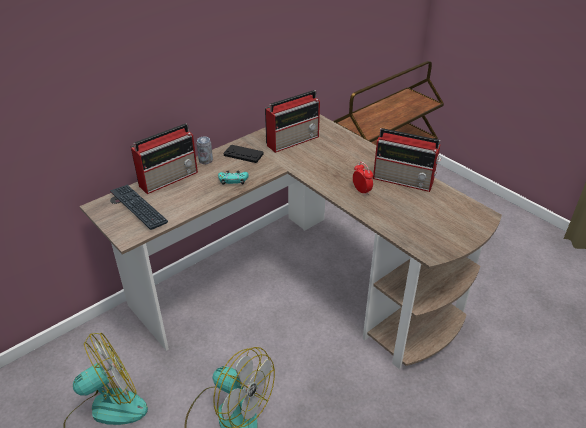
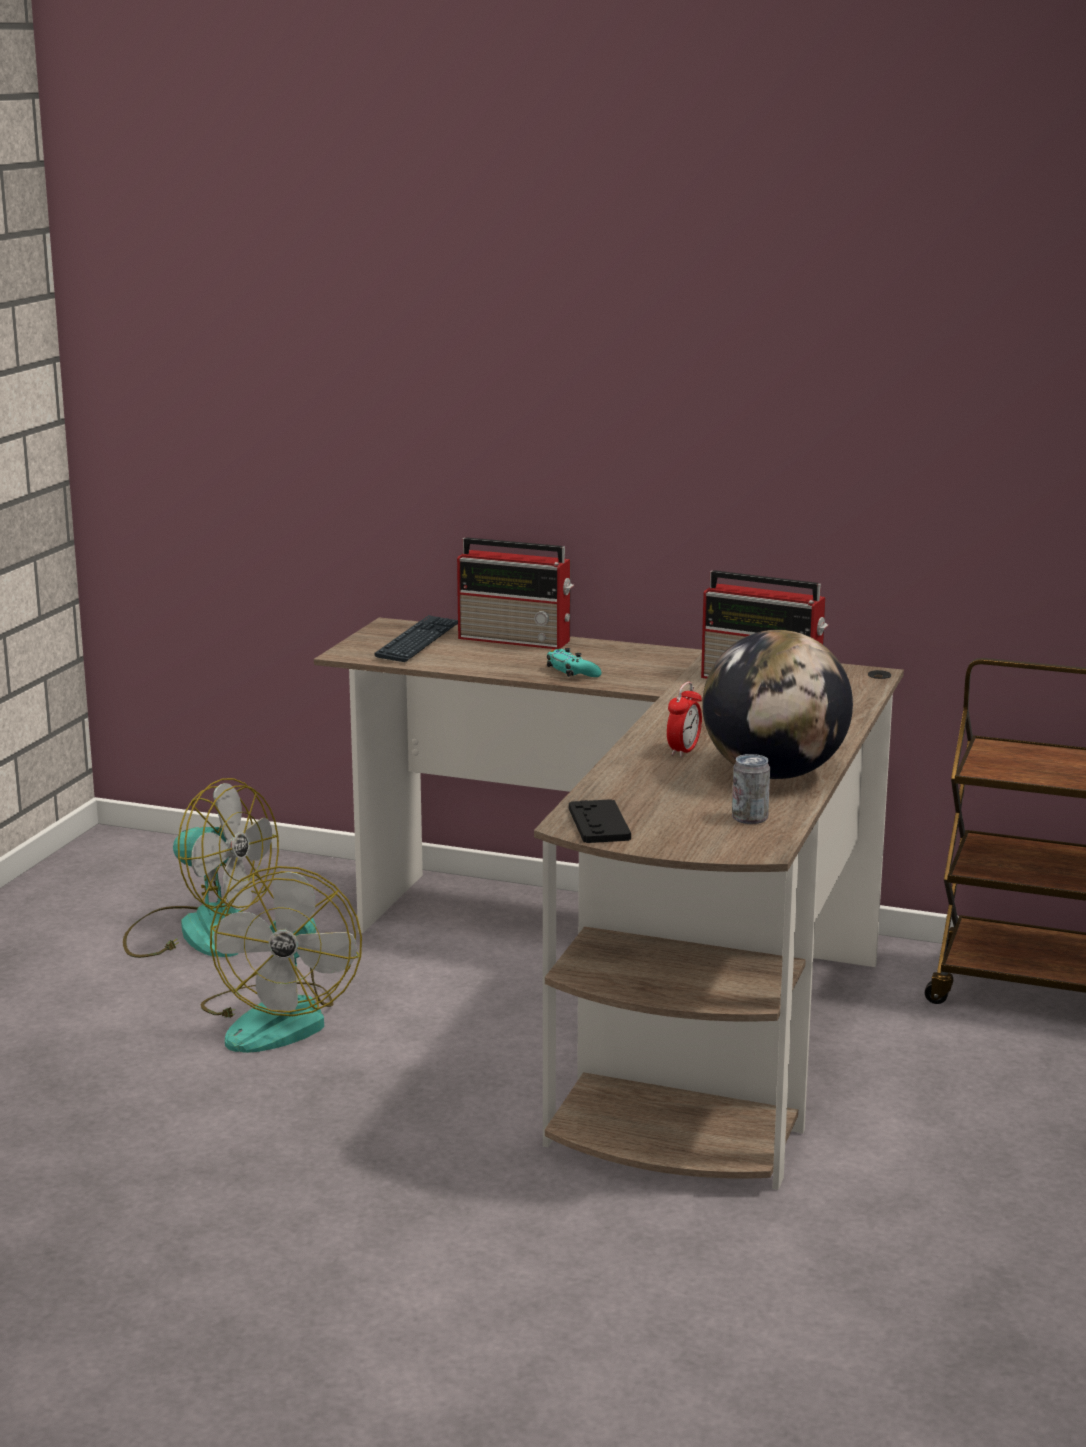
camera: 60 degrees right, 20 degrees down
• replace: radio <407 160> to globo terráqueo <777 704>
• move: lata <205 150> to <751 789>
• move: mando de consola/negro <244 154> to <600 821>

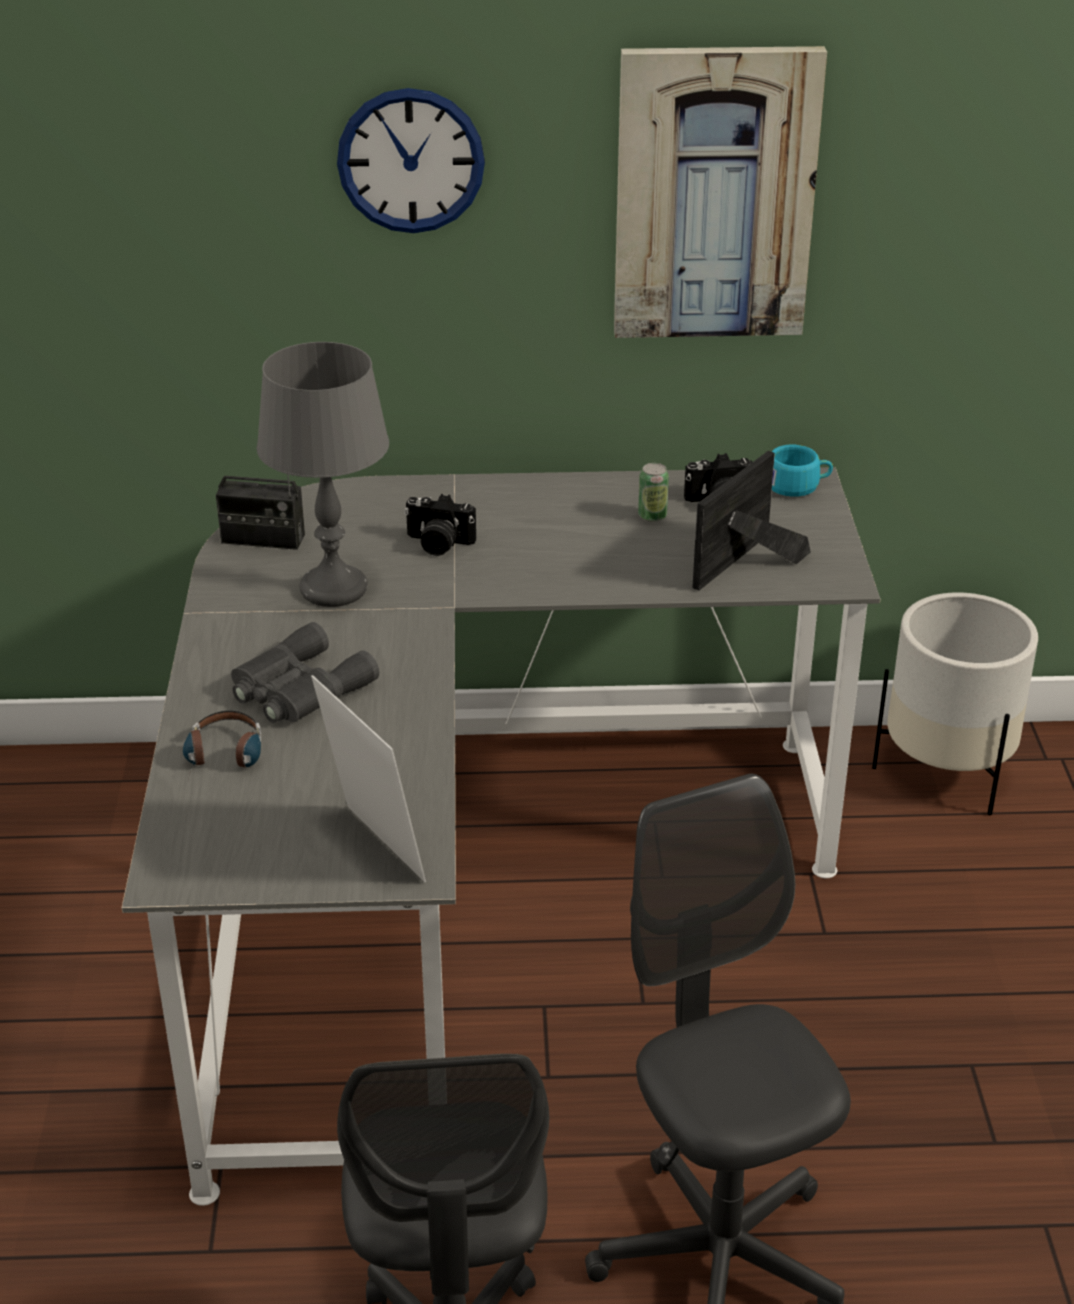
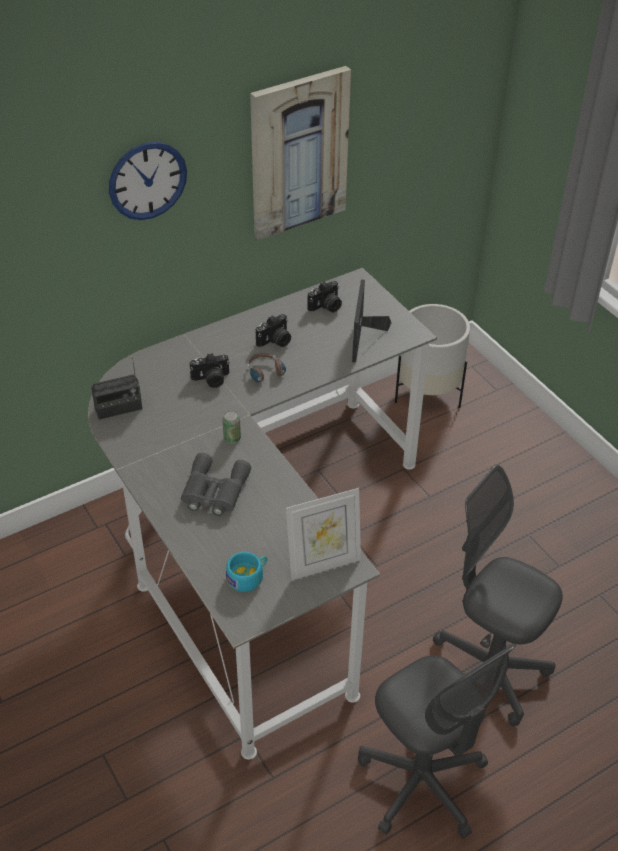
camera: 30 degrees left, 10 degrees up
• delete: lámpara de mesa/gris <322 474>
• move: taza/turquesa <802 471> to <247 572>
• move: lata <653 492> to <232 427>
• rotate: portarretratos <368 779> = <323 534> 135 degrees clockwise
• move: auriculares <222 745> to <267 370>
• insert: cámara <273 330>

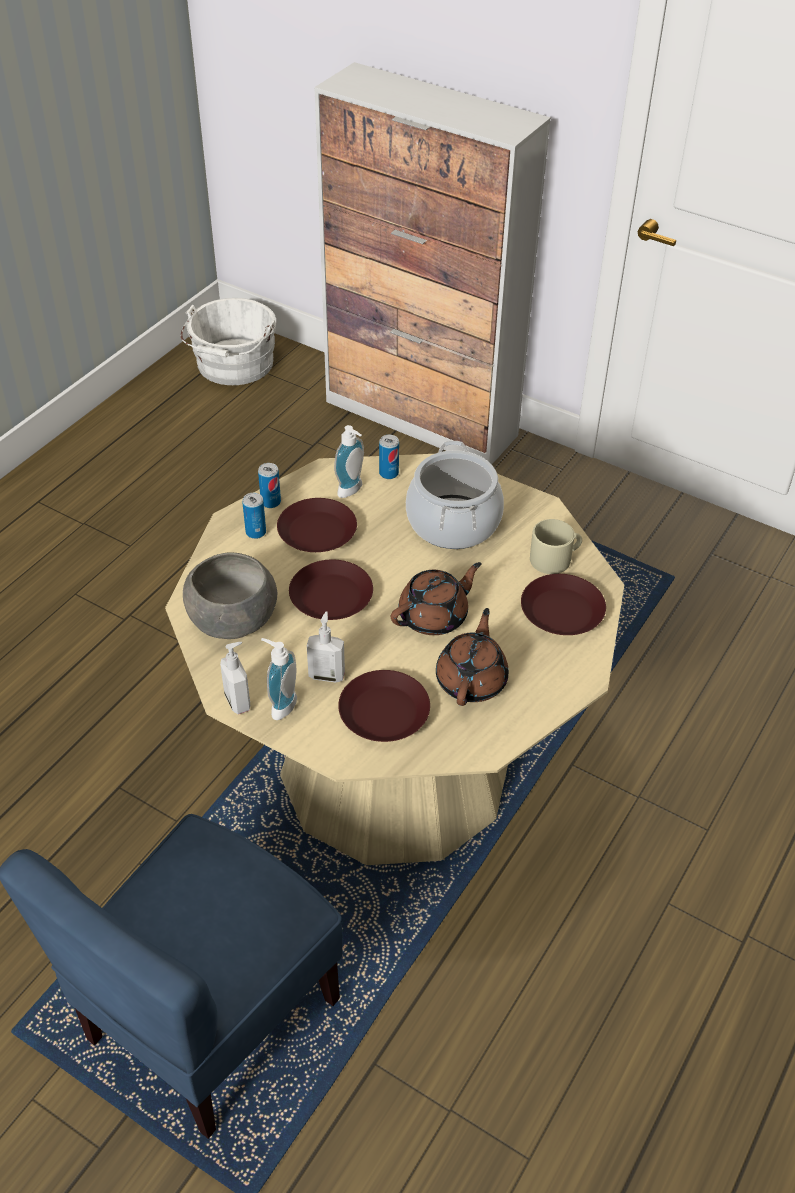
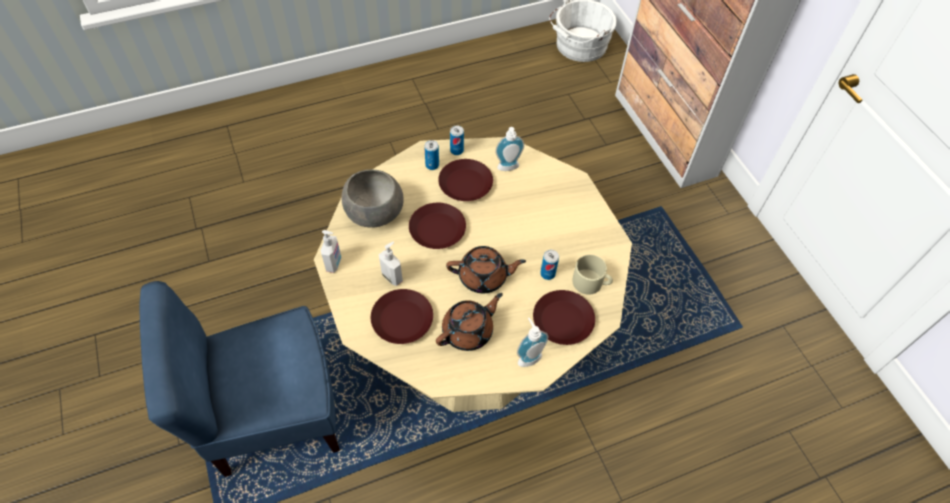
camera: 35 degrees right, 10 degrees up
• move: lata <389 457> to <549 265>
• delete: olla <455 495>
• move: dispensador de jabón <279 679> to <532 342>

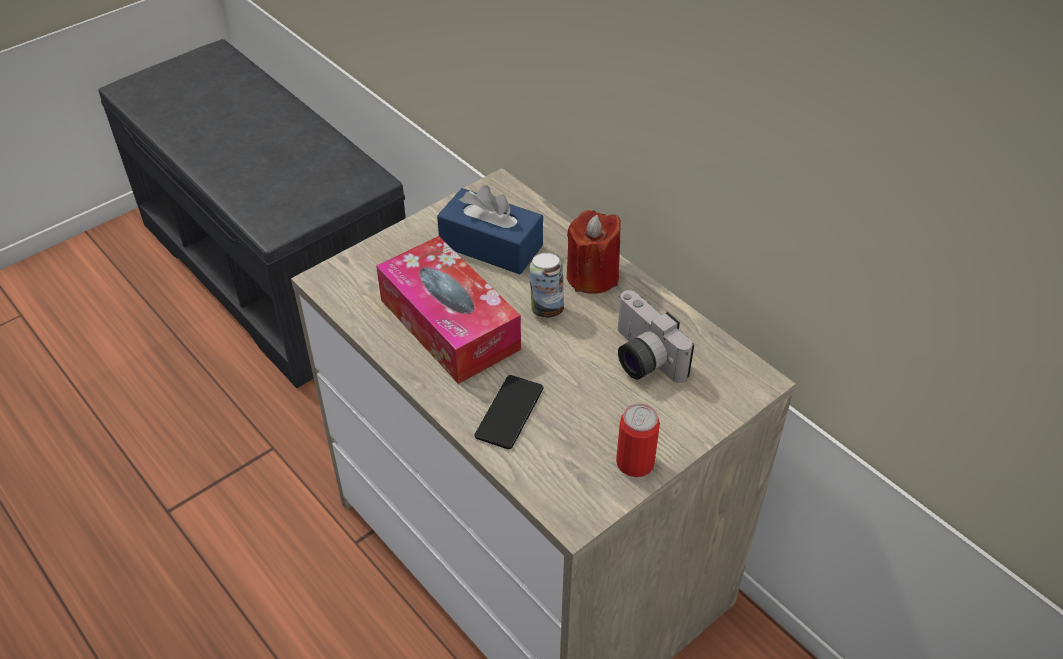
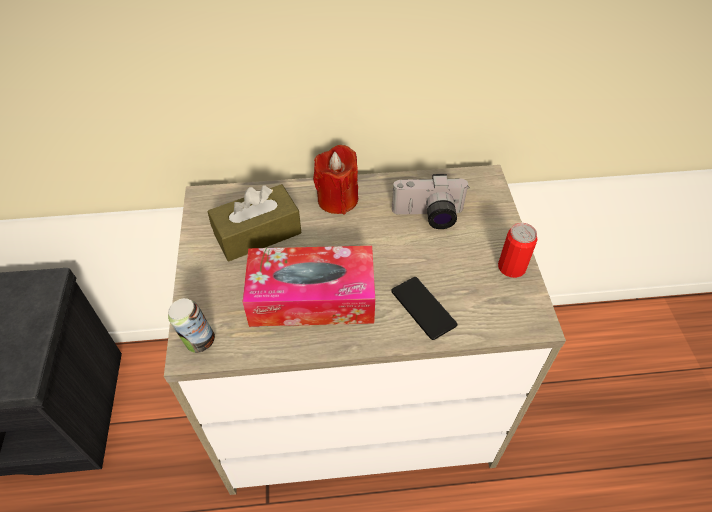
camera: 55 degrees left, 5 degrees up
• recolor: caja de pañuelos/azul <490 229> to caja de pañuelos/marrón <254 222>
• move: lata <547 285> to <191 325>

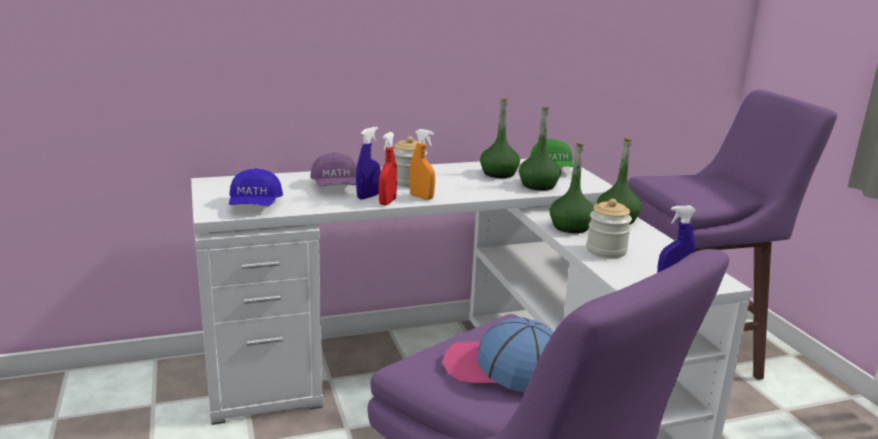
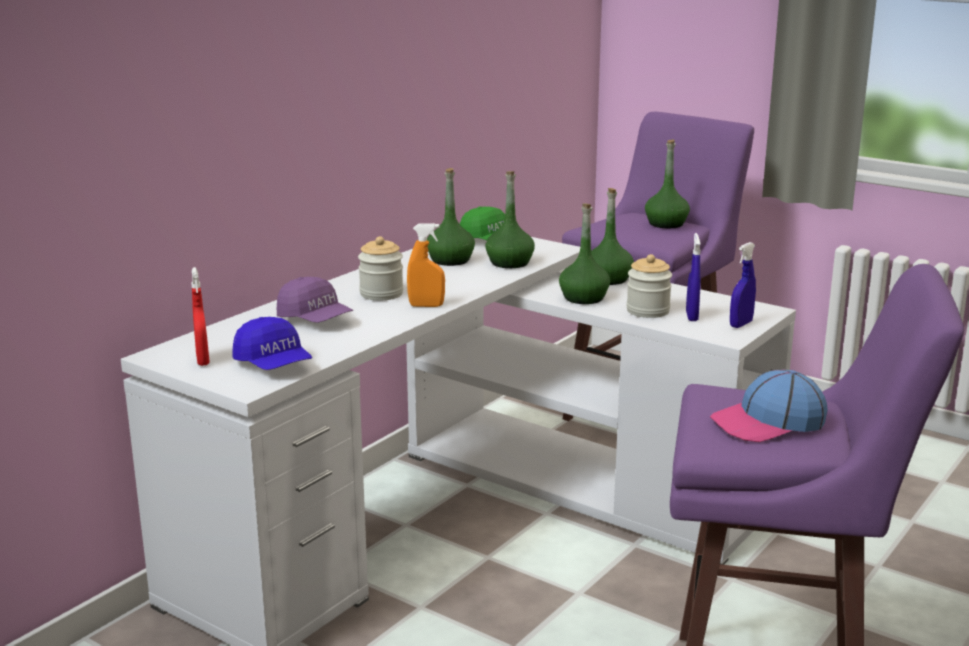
camera: 35 degrees left, 0 degrees up
• move: pulverizador/azul <368 163> to <693 277>
• move: pulverizador/rojo <388 168> to <200 316>
• insert: botella/verde <667 184>

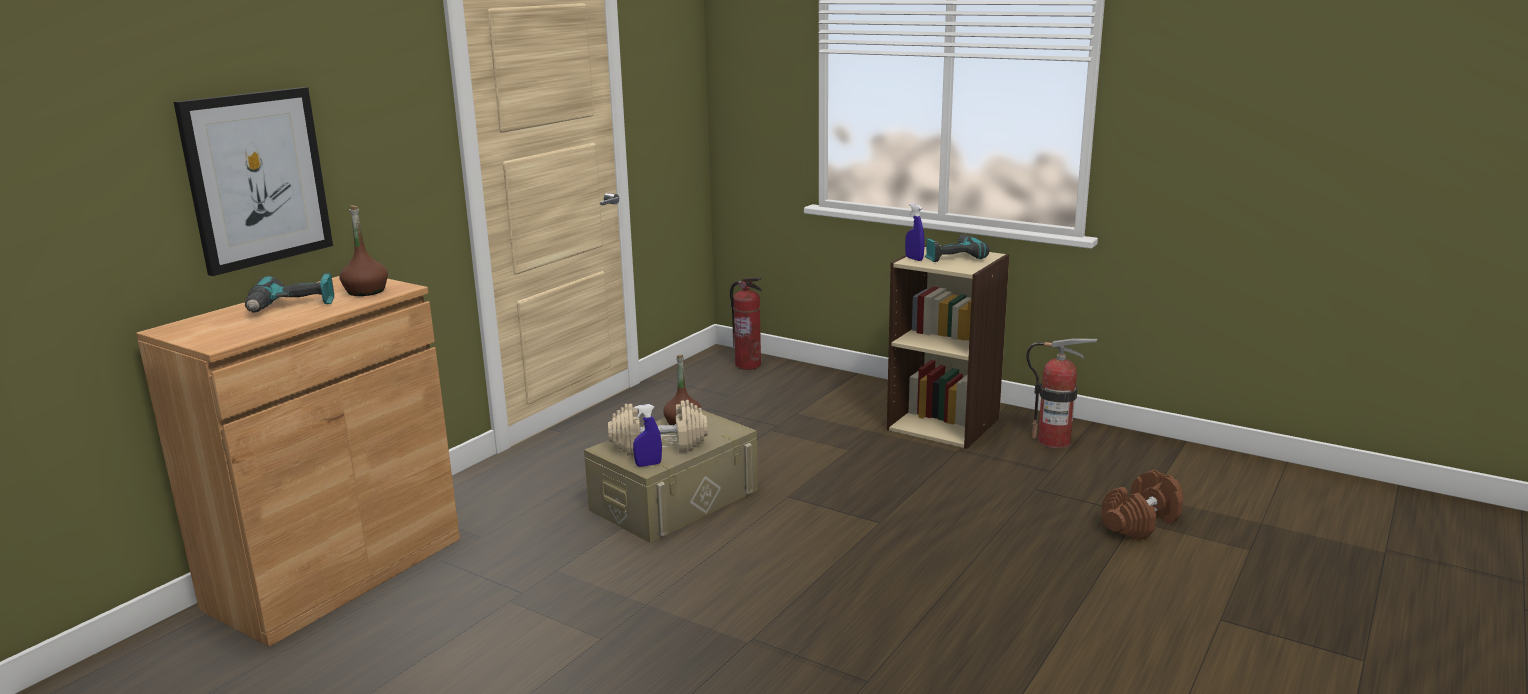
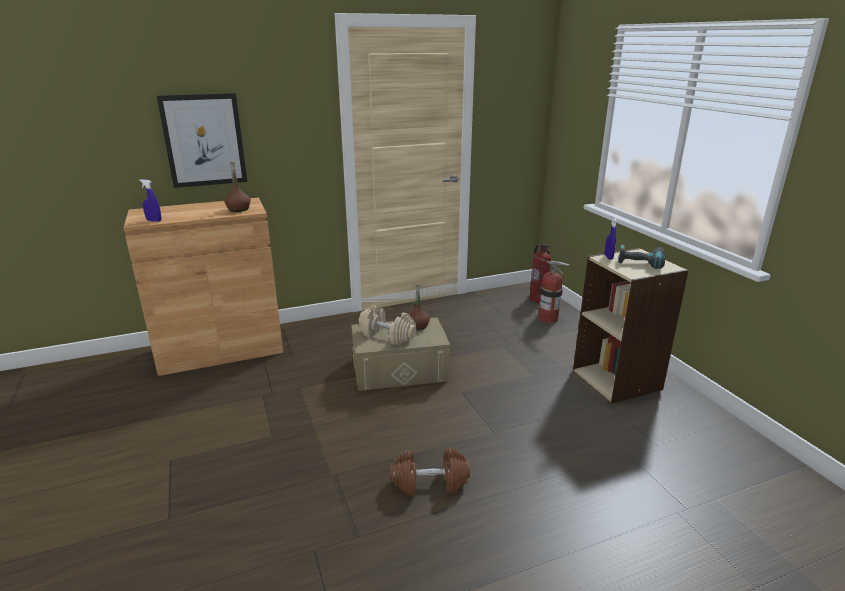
camera: 35 degrees right, 5 degrees up
• delete: taladro <289 293>
• move: extintor <1061 393> to <554 292>
• move: pulverizador/azul <647 435> to <150 200>
• move: mancuerna/marrón <1142 505> to <430 472>

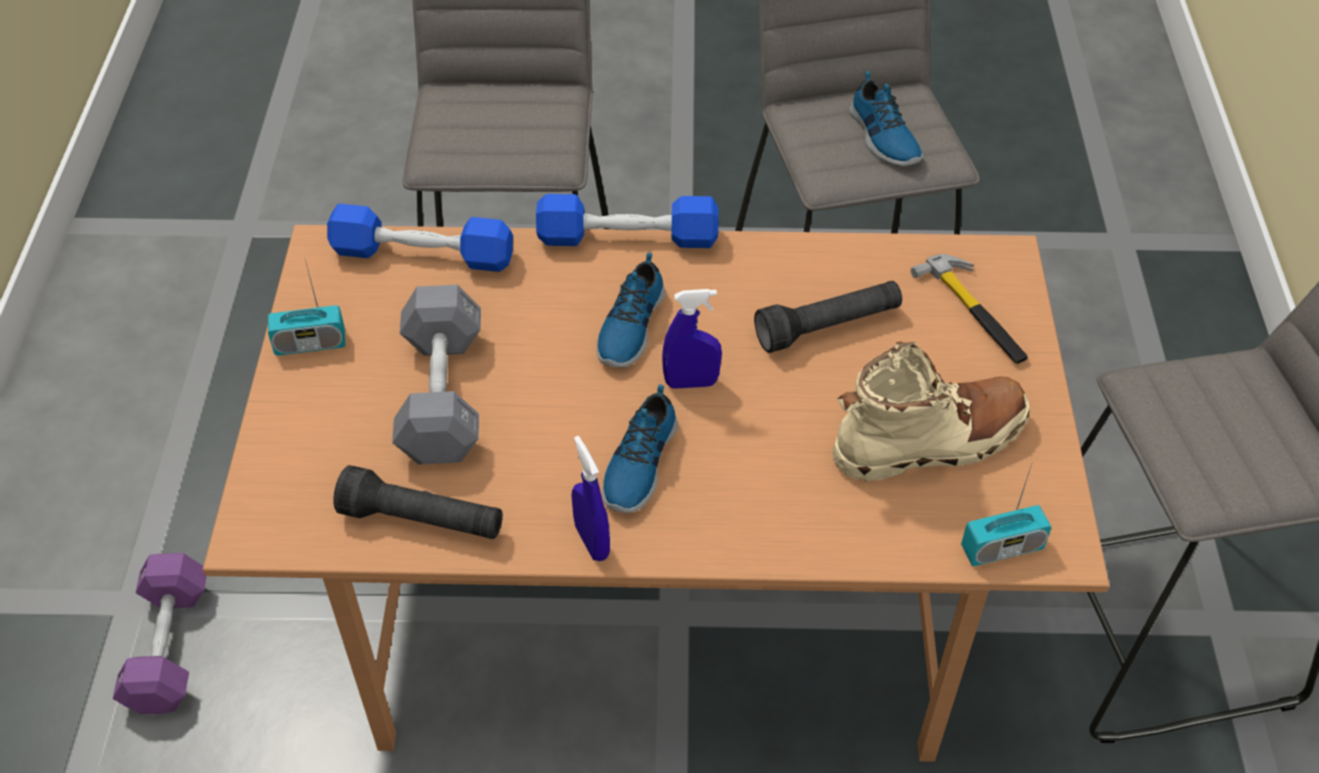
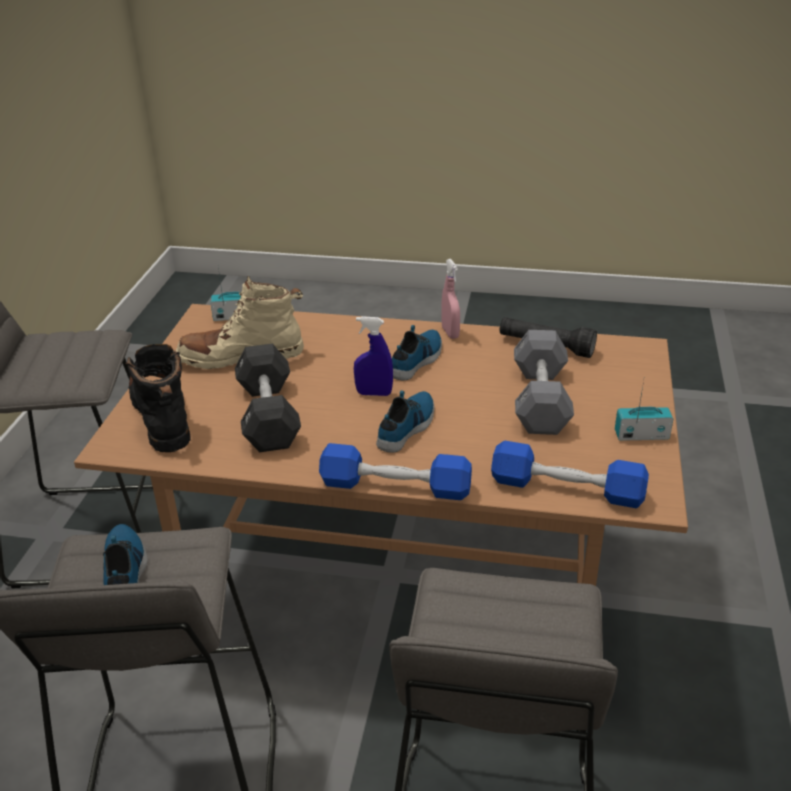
camera: 170 degrees left, 15 degrees down
• replace: martillo <969 309> to bota/negro <158 398>
• replace: linterna/negro <828 317> to mancuerna/negro <268 398>
• recolor: pulverizador/azul <591 498> to pulverizador/rosa <450 299>
• delete: mancuerna/morado <160 634>

